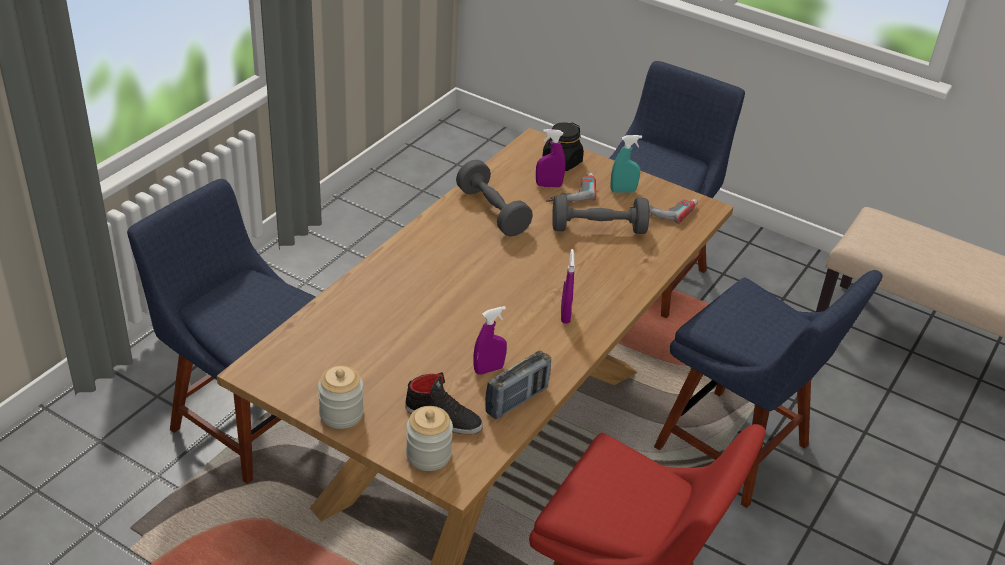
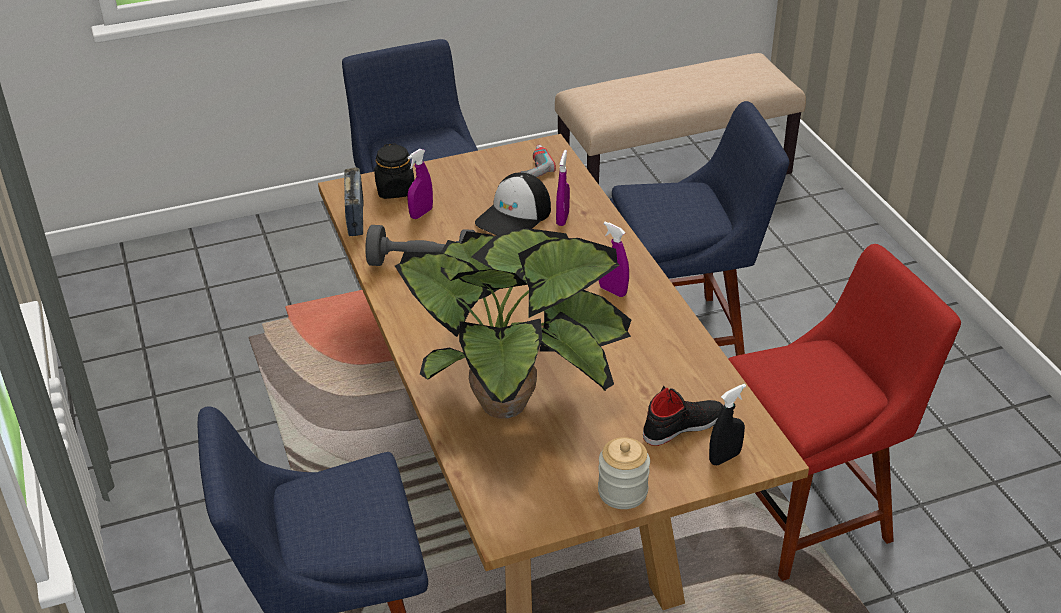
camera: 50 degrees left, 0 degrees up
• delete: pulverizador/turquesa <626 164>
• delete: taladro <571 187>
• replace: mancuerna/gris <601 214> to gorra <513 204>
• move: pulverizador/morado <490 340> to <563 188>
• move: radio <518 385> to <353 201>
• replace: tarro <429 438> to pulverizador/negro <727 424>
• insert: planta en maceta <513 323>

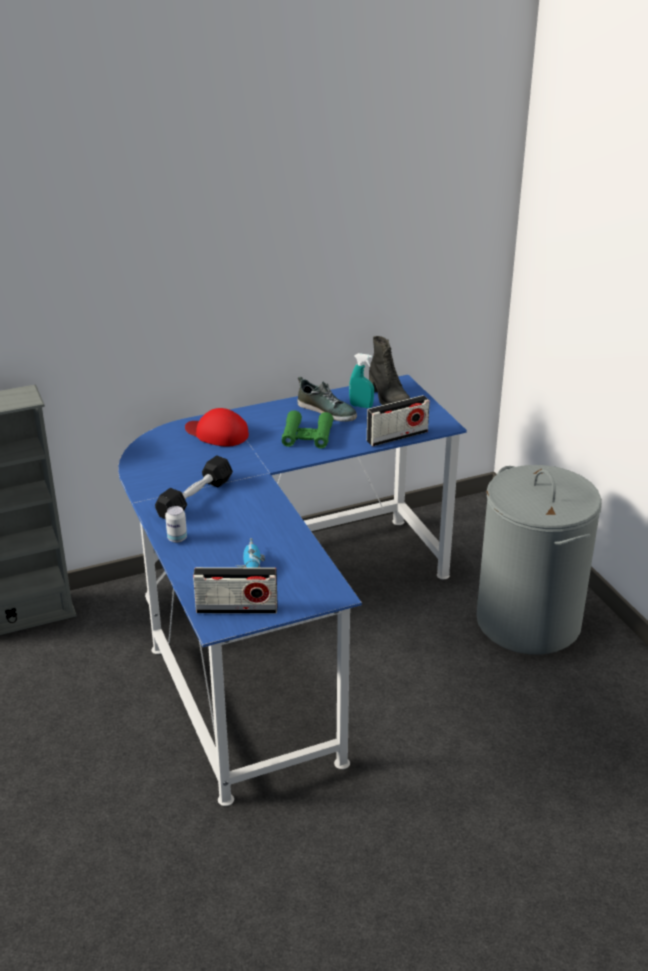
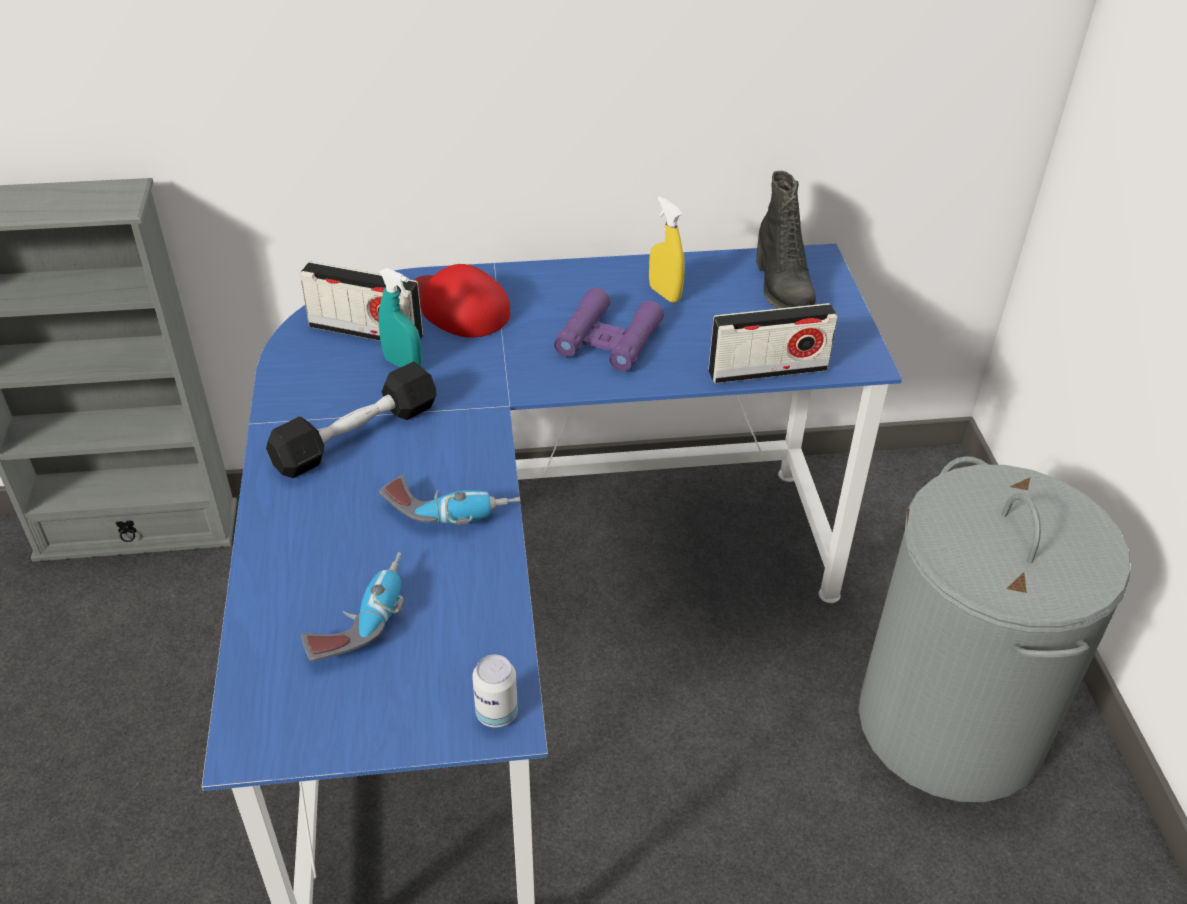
camera: 15 degrees right, 10 degrees up
• move: pulverizador/turquesa <361 380> to <400 317>
• replace: zapato <327 399> to pulverizador/amarillo <667 249>
• recolor: prismáticos/verde <307 429> to prismáticos/morado <609 330>
• move: lata <176 524> to <495 691>
• move: radio <235 590> to <361 301>
• insert: taladro <450 500>

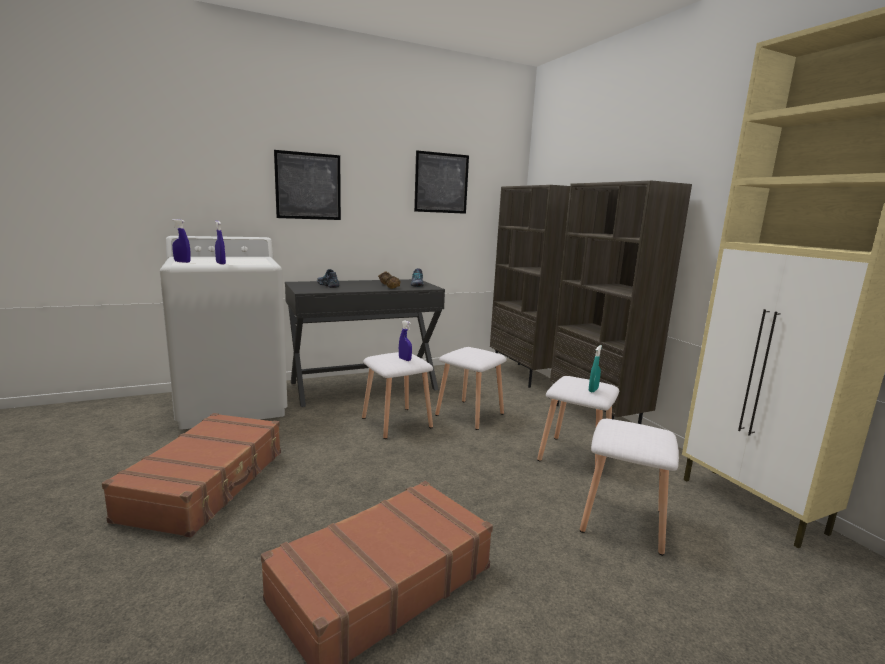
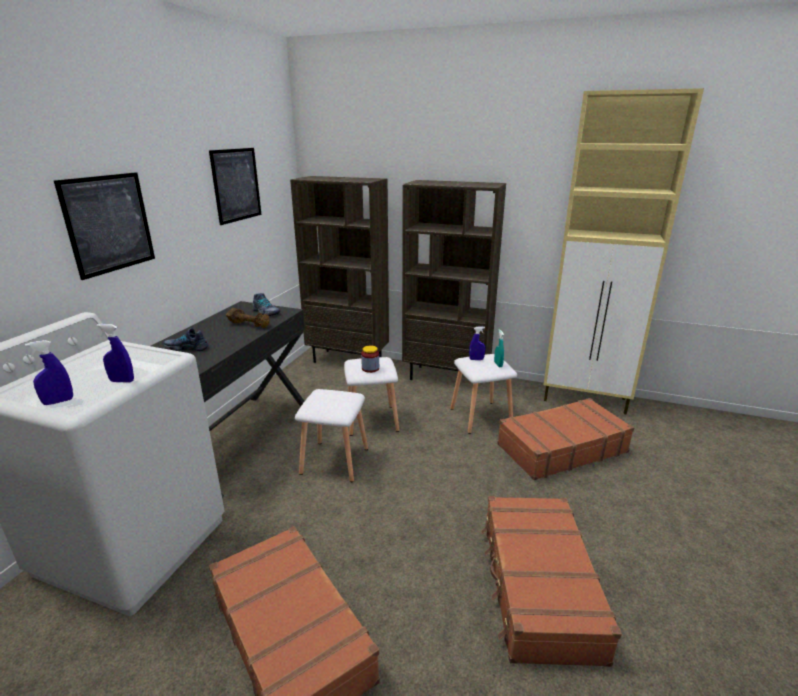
camera: 45 degrees left, 10 degrees up
• move: pulverizador/azul <405 340> to <477 343>
• replace: taburete/blanco <629 487> to maleta/marrón <565 439>
• insert: tarro <370 359>

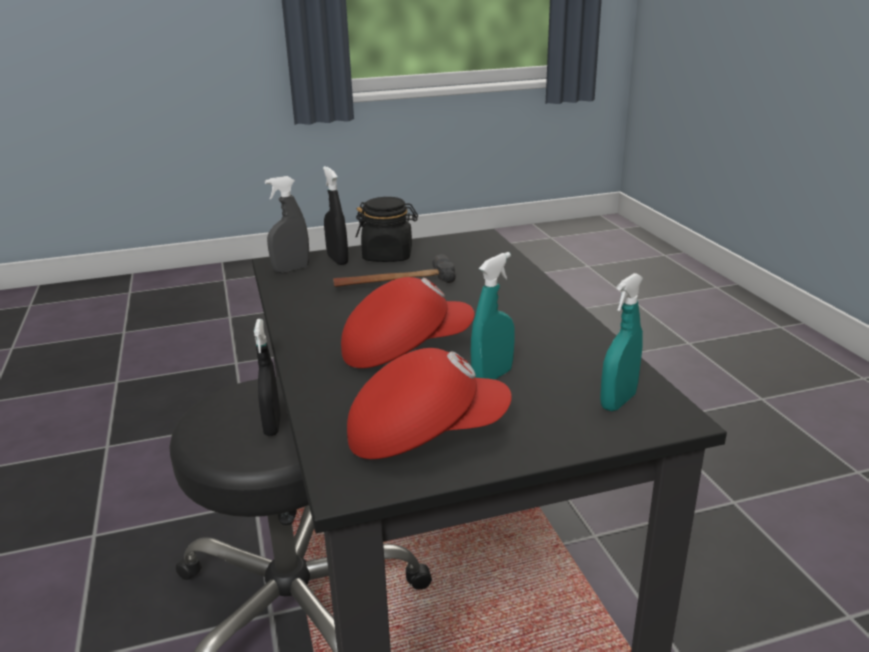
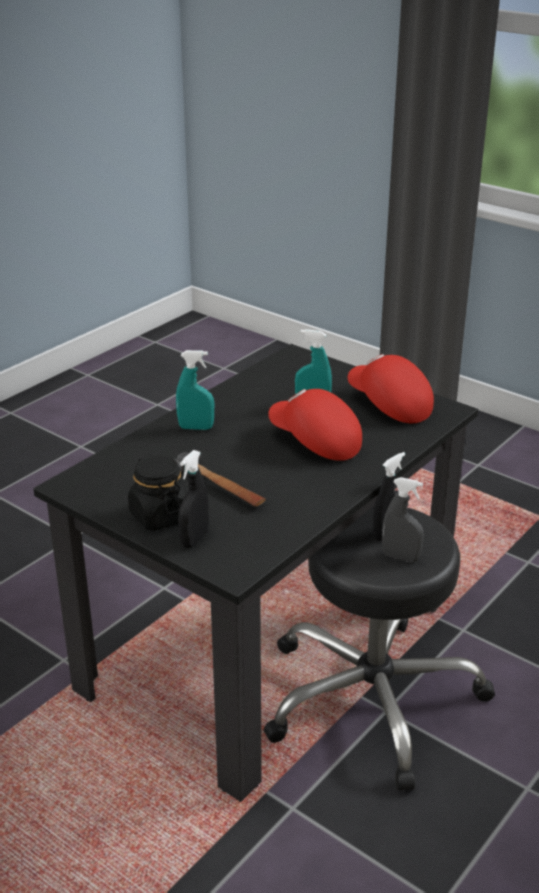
camera: 125 degrees left, 5 degrees up
• move: pulverizador/gris <287 224> to <403 519>
• move: pulverizador/turquesa <621 342> to <195 390>

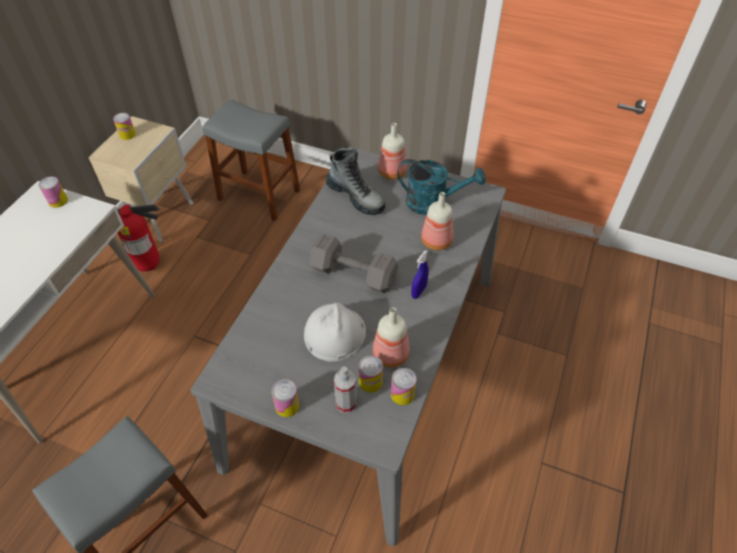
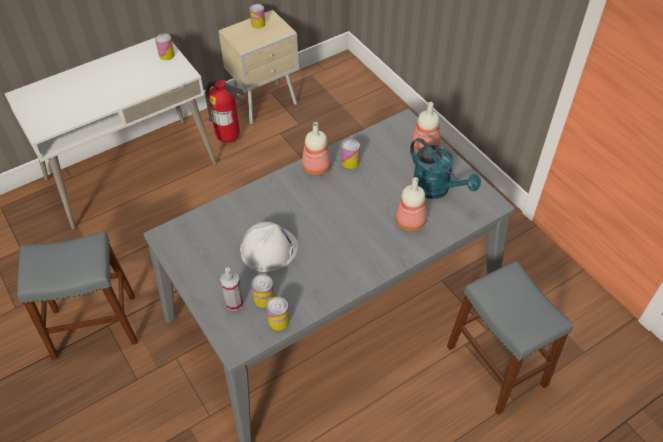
camera: 35 degrees right, 0 degrees up
• move: taburete/gris <251 160> to <510 338>
• delete: bota <355 181>
• delete: mancuerna/gris <354 263>
• delete: pulverizador/azul <420 274>
• move: botella <391 337> to <316 148>
• move: lata <285 398> to <350 154>

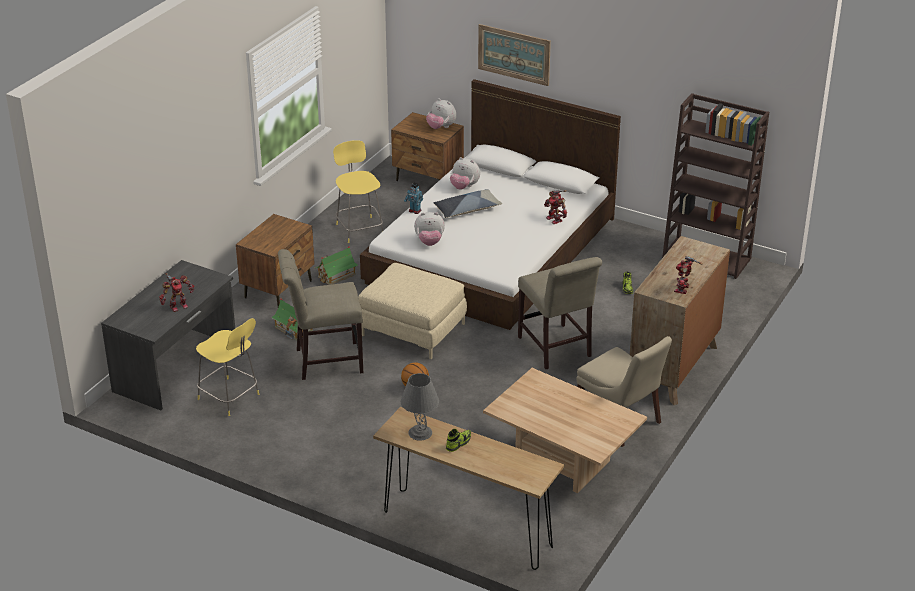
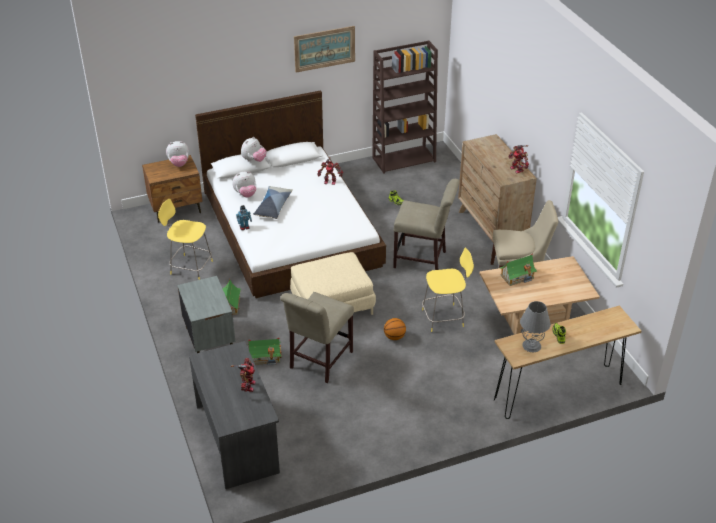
camera: 50 degrees left, 5 degrees up
• move: cuadro <514 55> to <324 49>
• move: peluche <429 229> to <254 149>
• recolor: mesita de noche/marrón <275 260> to mesita de noche/gris <206 314>
• move: taburete/amarillo <227 367> to <448 290>
• insert: casita <518 269>

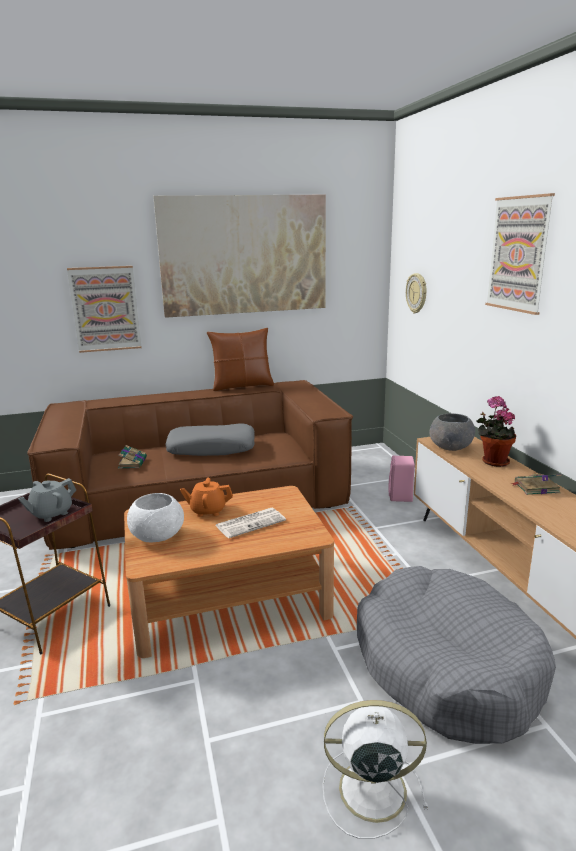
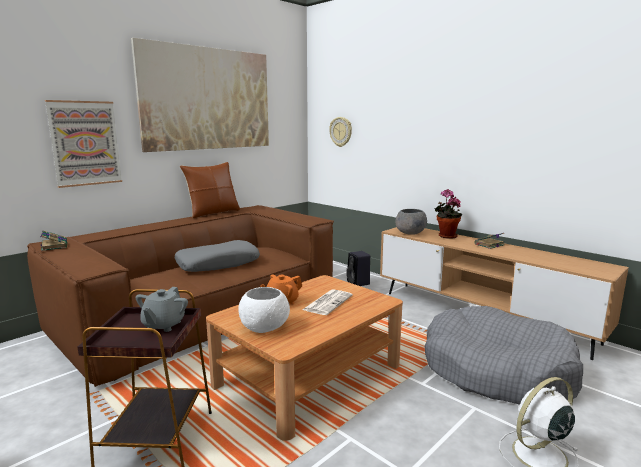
camera: 30 degrees left, 5 degrees down
• delete: cuadro <520 254>
• move: libro <132 457> to <53 240>
• recolor: altavoz/rosa <402 479> to altavoz/negro <358 268>

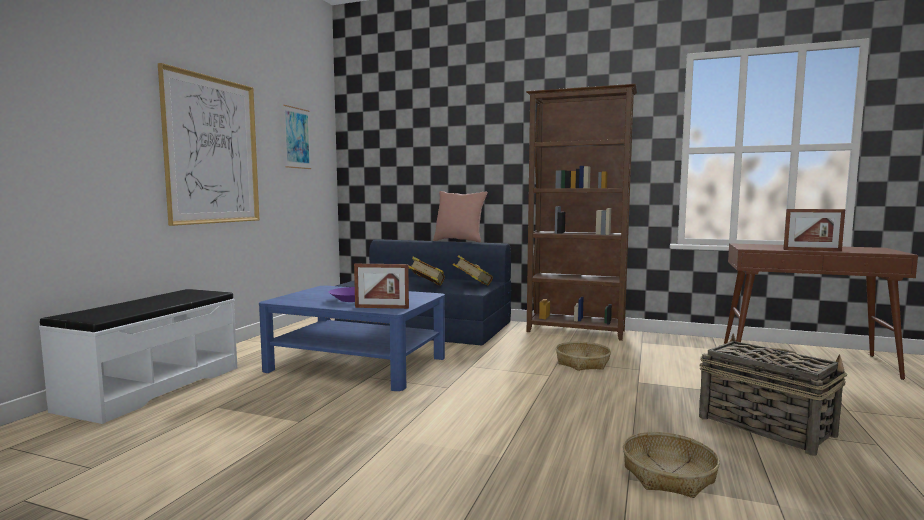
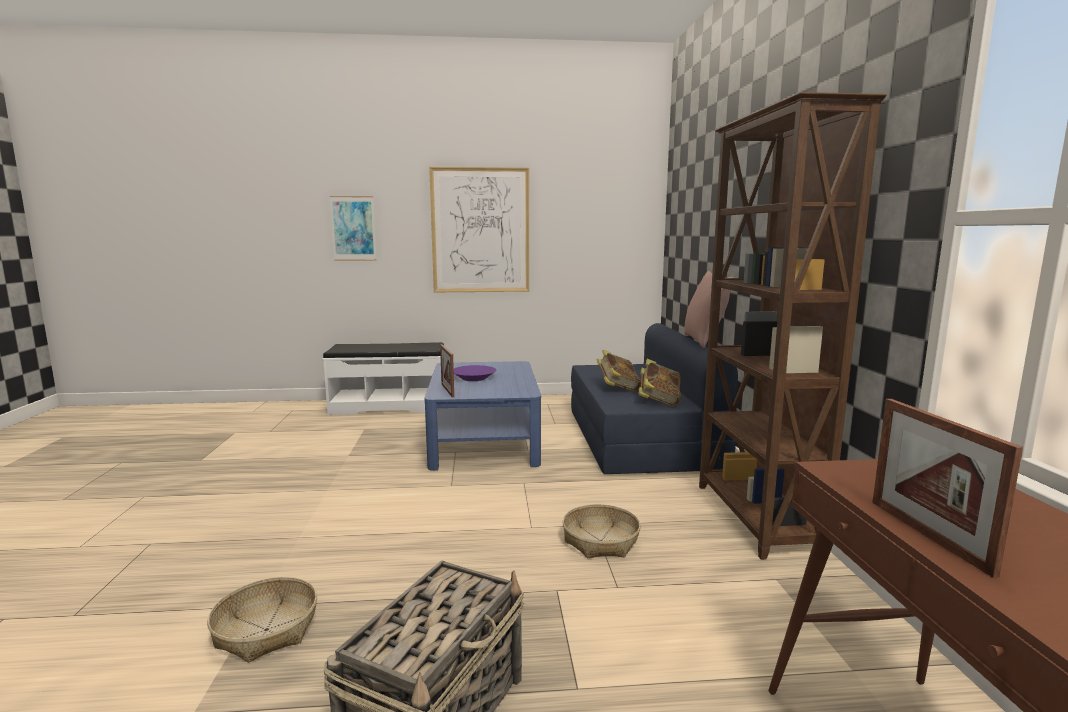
camera: 65 degrees right, 5 degrees up
• move: cuadro <297 137> to <353 228>

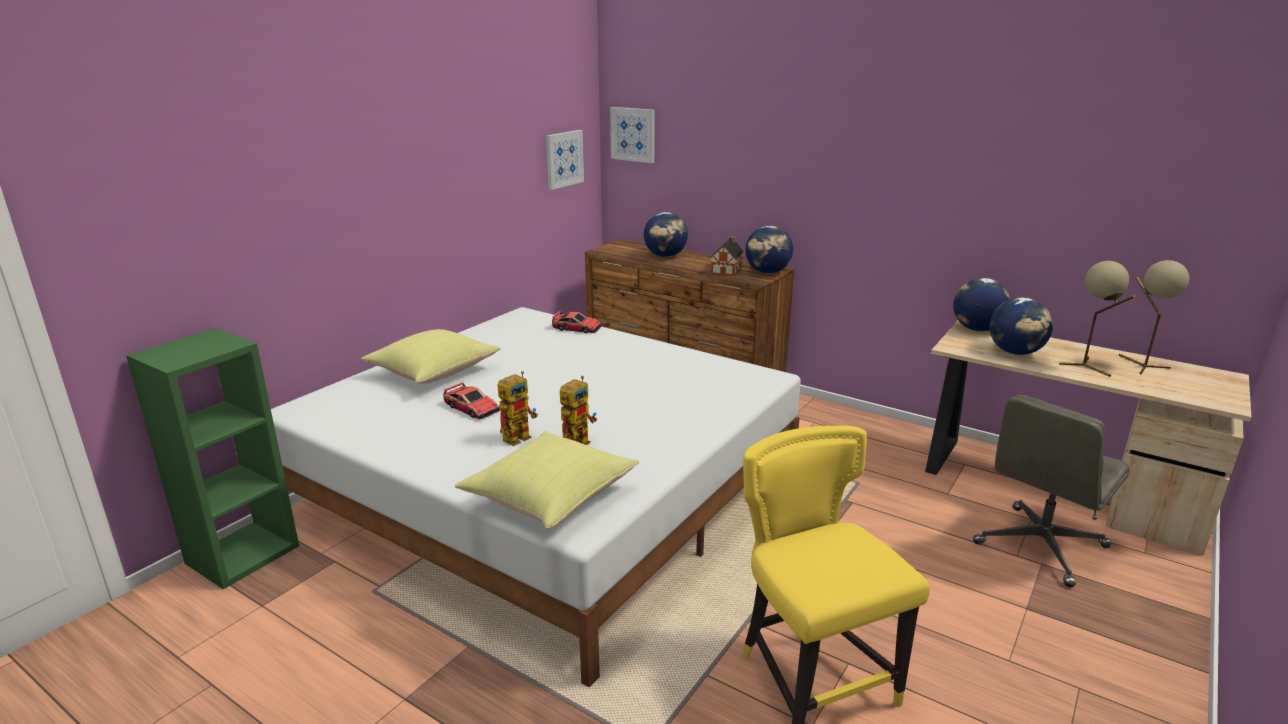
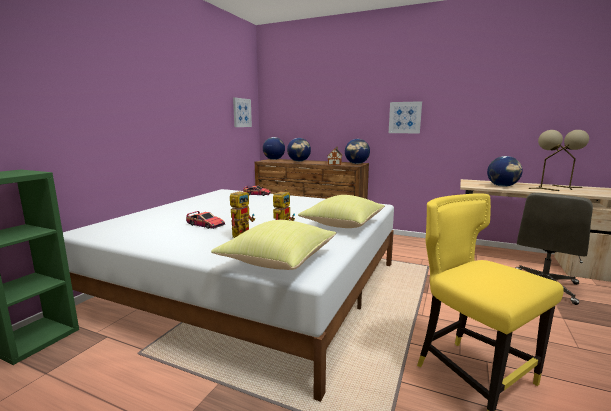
camera: 10 degrees left, 10 degrees down
• move: cuadro <632 135> to <405 117>
• move: globo terráqueo <982 305> to <274 148>
• move: cojín/amarillo <431 356> to <341 211>

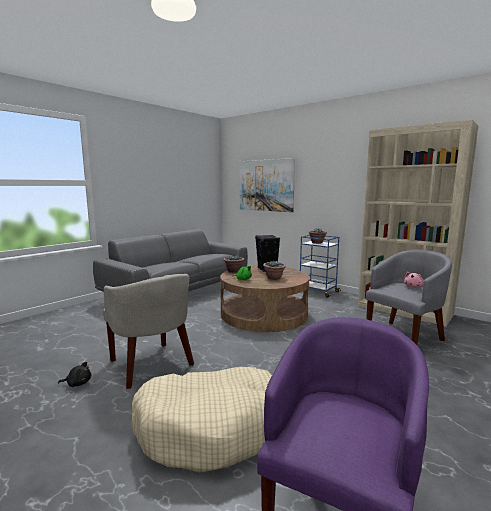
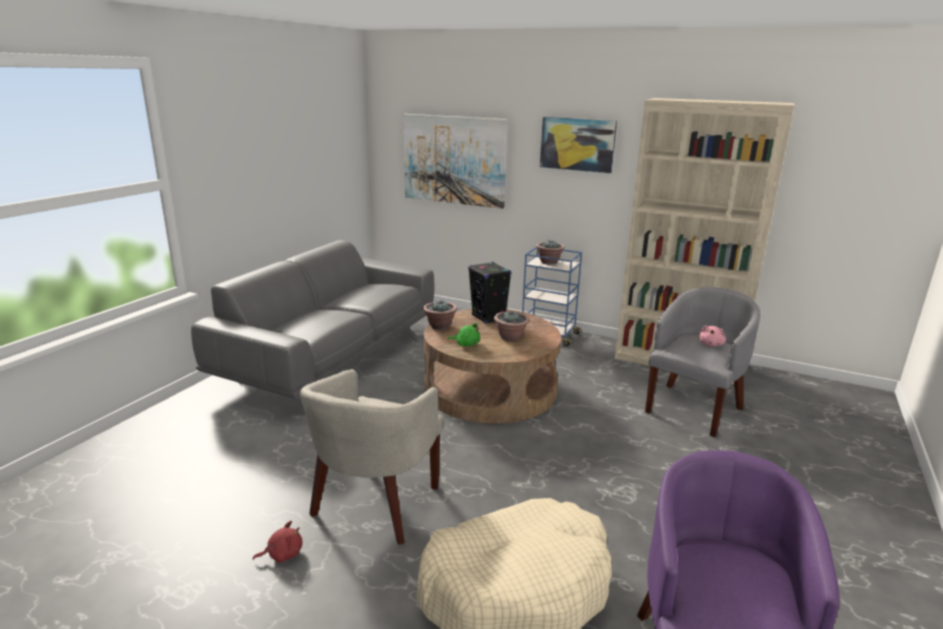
camera: 15 degrees left, 10 degrees up
• rotate: sillón/beis <148 331> = <371 457> 75 degrees clockwise
• recolor: peluche/negro <74 374> to peluche/rojo <277 542>
• insert: cuadro <578 145>

